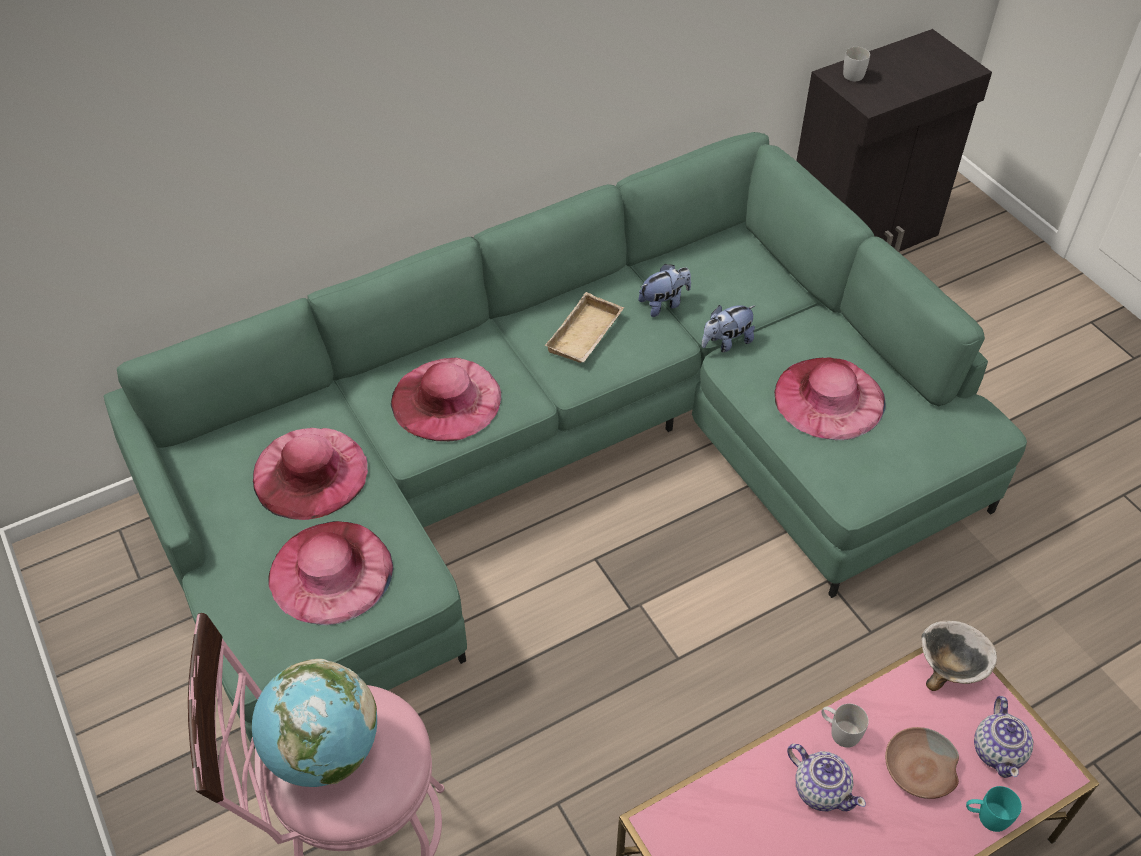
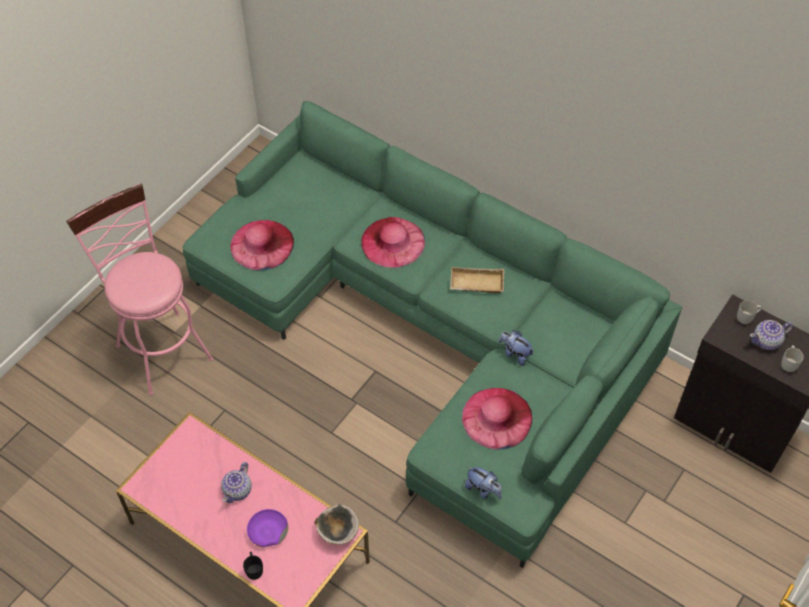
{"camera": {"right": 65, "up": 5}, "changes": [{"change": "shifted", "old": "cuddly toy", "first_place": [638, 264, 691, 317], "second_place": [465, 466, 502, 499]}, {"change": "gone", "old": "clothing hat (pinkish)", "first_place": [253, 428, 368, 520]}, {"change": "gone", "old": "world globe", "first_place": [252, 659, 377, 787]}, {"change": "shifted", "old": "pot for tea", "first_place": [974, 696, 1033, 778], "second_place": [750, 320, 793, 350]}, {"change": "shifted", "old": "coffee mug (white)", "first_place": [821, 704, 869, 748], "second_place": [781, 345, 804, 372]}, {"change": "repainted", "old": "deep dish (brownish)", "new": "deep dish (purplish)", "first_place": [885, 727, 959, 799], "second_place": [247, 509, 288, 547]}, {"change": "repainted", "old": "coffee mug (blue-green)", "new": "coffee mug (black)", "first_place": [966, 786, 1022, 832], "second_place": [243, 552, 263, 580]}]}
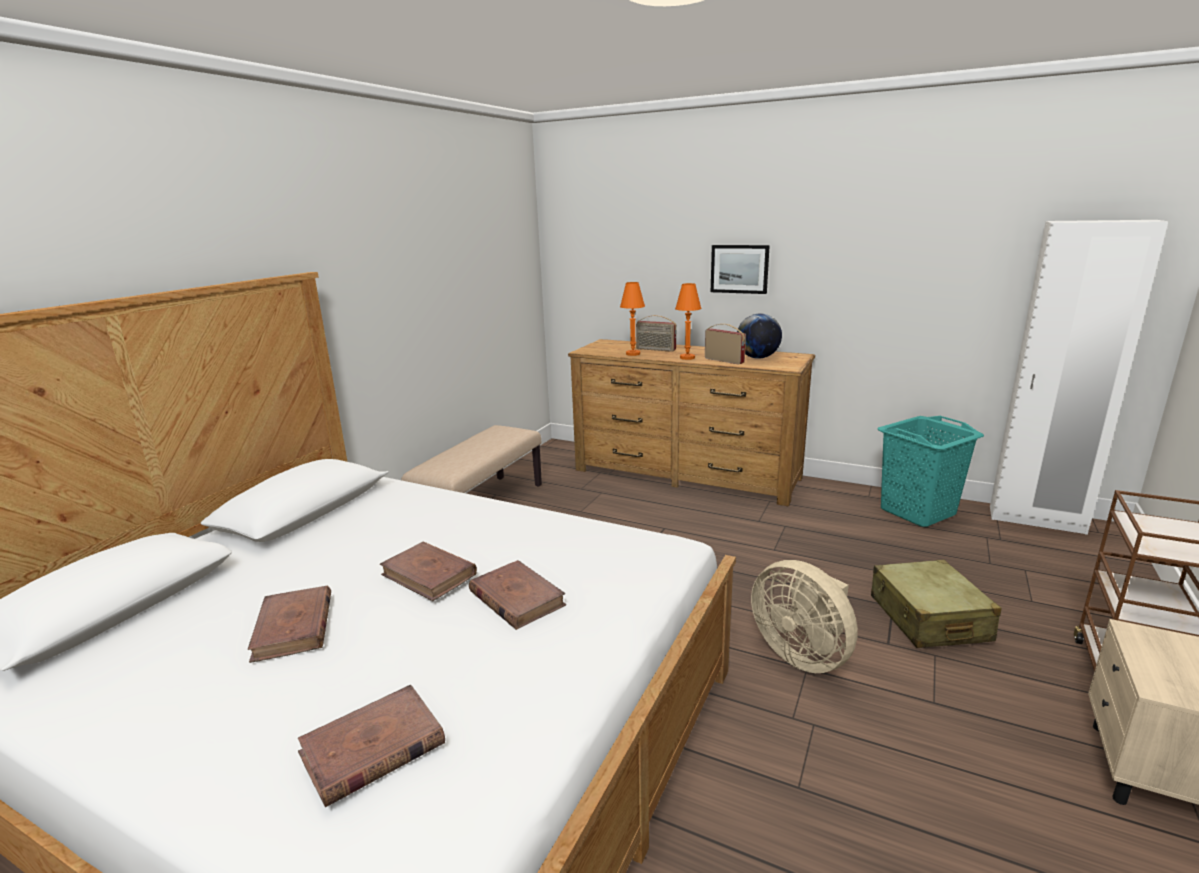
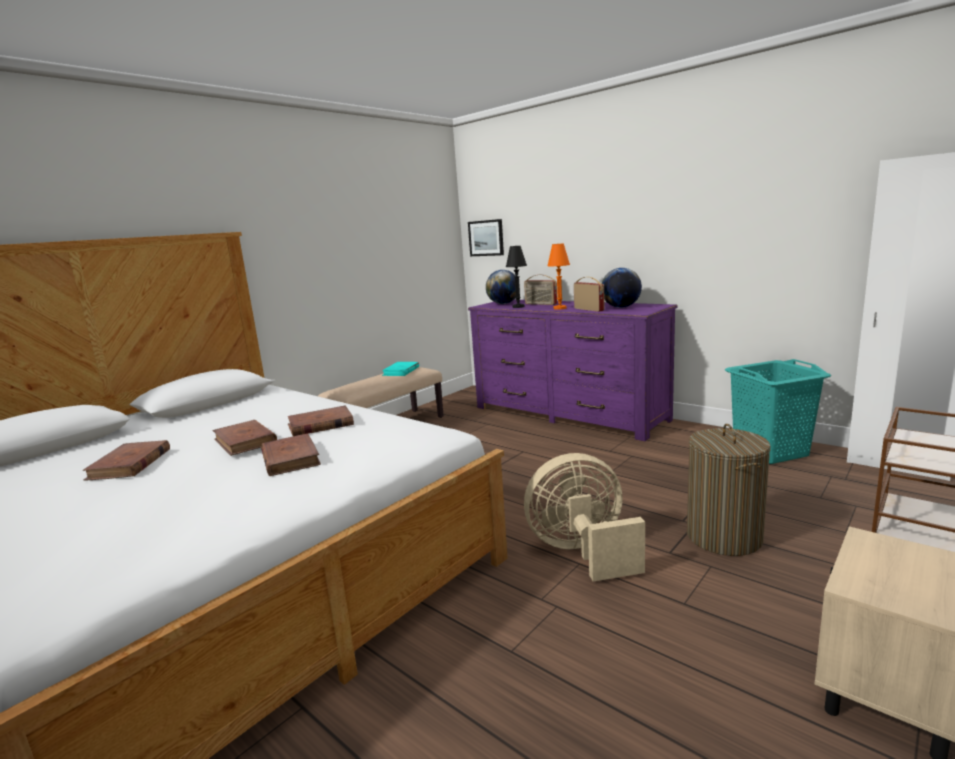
{"camera": {"right": 15, "up": -5}, "changes": [{"change": "shifted", "old": "picture", "first_place": [711, 245, 770, 294], "second_place": [468, 219, 504, 256]}, {"change": "repainted", "old": "tabletop lamp (orange)", "new": "tabletop lamp (black)", "first_place": [620, 282, 645, 356], "second_place": [506, 246, 527, 308]}, {"change": "repainted", "old": "drawer chest (brownish)", "new": "drawer chest (purplish)", "first_place": [568, 339, 815, 507], "second_place": [468, 300, 678, 441]}, {"change": "swapped", "old": "travel case (sand-coloured)", "new": "washing basket", "first_place": [871, 559, 1001, 648], "second_place": [687, 424, 771, 556]}, {"change": "rotated", "old": "fan (sand-coloured)", "first_place": [751, 560, 858, 673], "second_place": [524, 453, 645, 582], "degrees": 105}, {"change": "shifted", "old": "bound book (brownish)", "first_place": [298, 685, 445, 807], "second_place": [288, 406, 354, 436]}, {"change": "new", "new": "world globe", "second_place": [486, 270, 516, 304]}, {"change": "new", "new": "bound book (blue-green)", "second_place": [382, 362, 419, 376]}]}
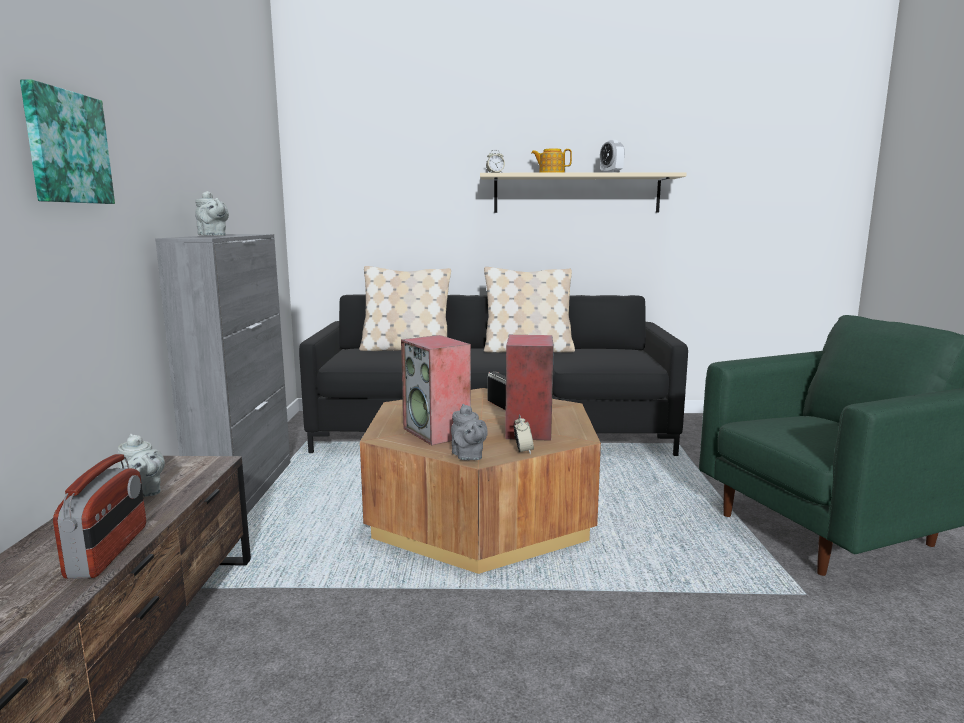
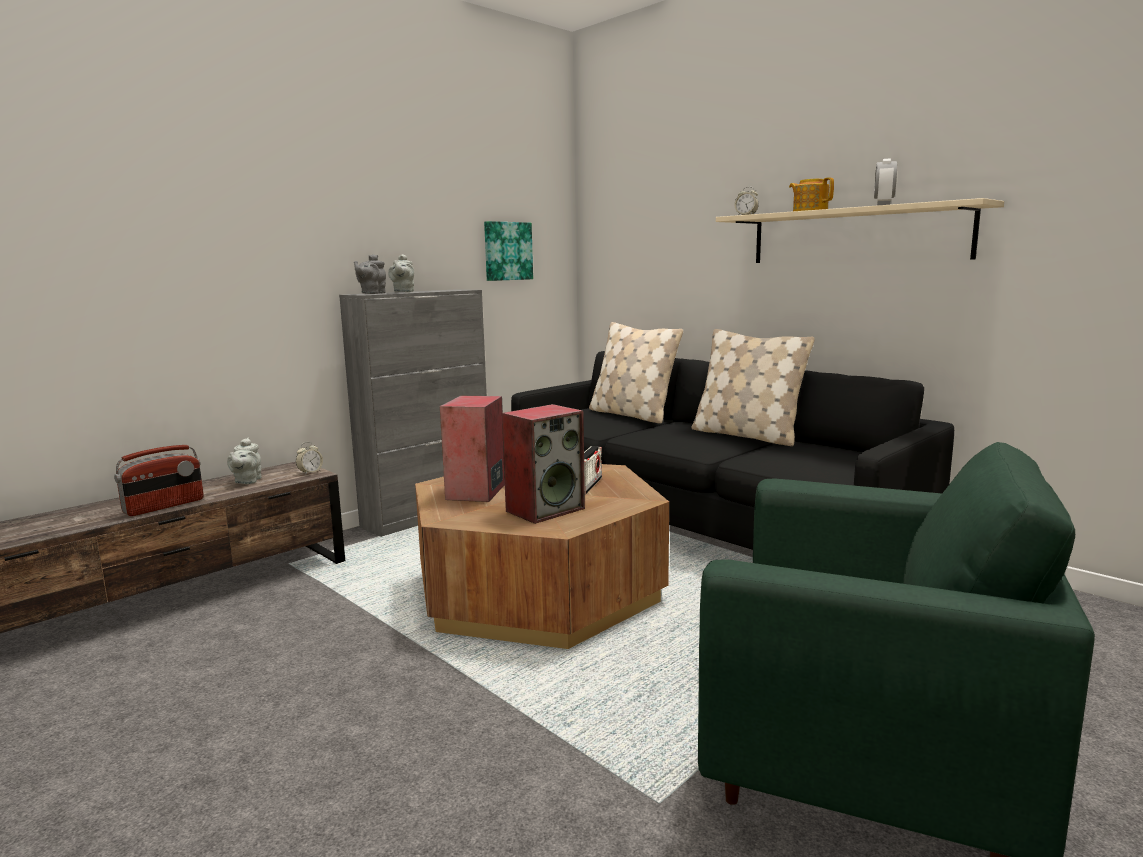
{"camera": {"right": 45, "up": 0}, "changes": [{"change": "shifted", "old": "picture", "first_place": [20, 79, 115, 204], "second_place": [484, 221, 533, 281]}, {"change": "shifted", "old": "pot for tea (greyish)", "first_place": [451, 404, 488, 460], "second_place": [354, 254, 386, 294]}, {"change": "shifted", "old": "table clock", "first_place": [514, 415, 534, 454], "second_place": [296, 442, 323, 475]}]}
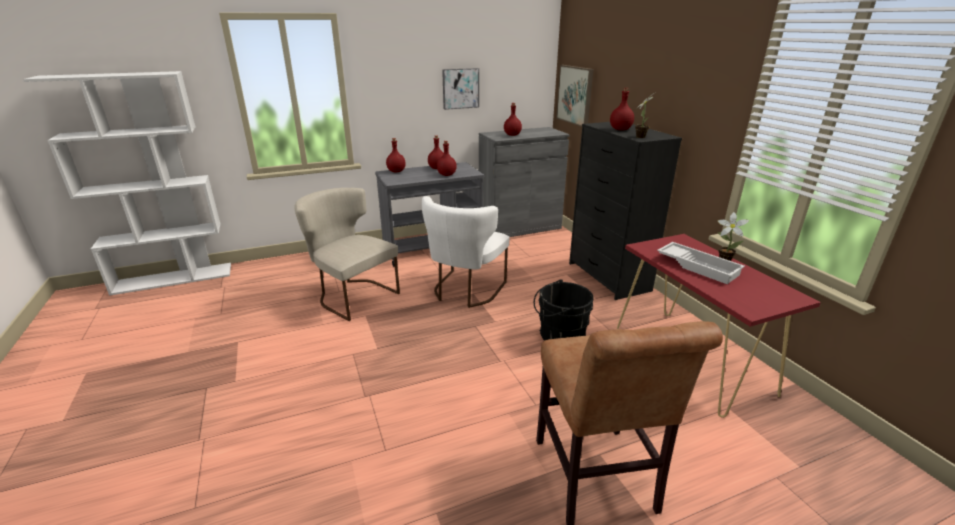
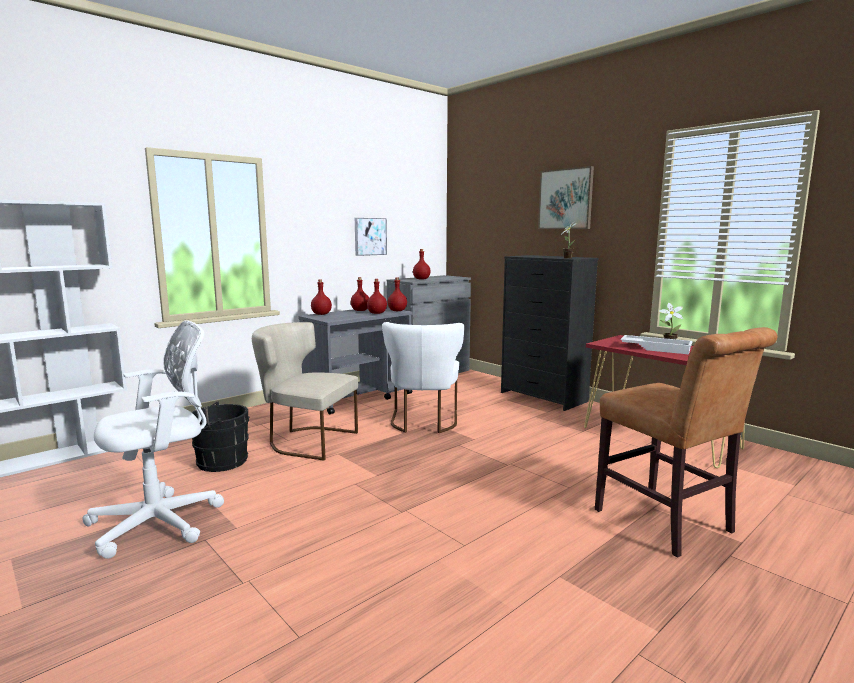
{"camera": {"right": -20, "up": -15}, "changes": [{"change": "shifted", "old": "picture", "first_place": [556, 65, 593, 127], "second_place": [538, 166, 594, 229]}, {"change": "shifted", "old": "drink bottle (red)", "first_place": [610, 88, 634, 130], "second_place": [388, 277, 407, 311]}, {"change": "shifted", "old": "water bucket (black)", "first_place": [534, 279, 594, 341], "second_place": [191, 402, 249, 472]}, {"change": "new", "new": "desk chair (white)", "second_place": [83, 320, 224, 559]}]}
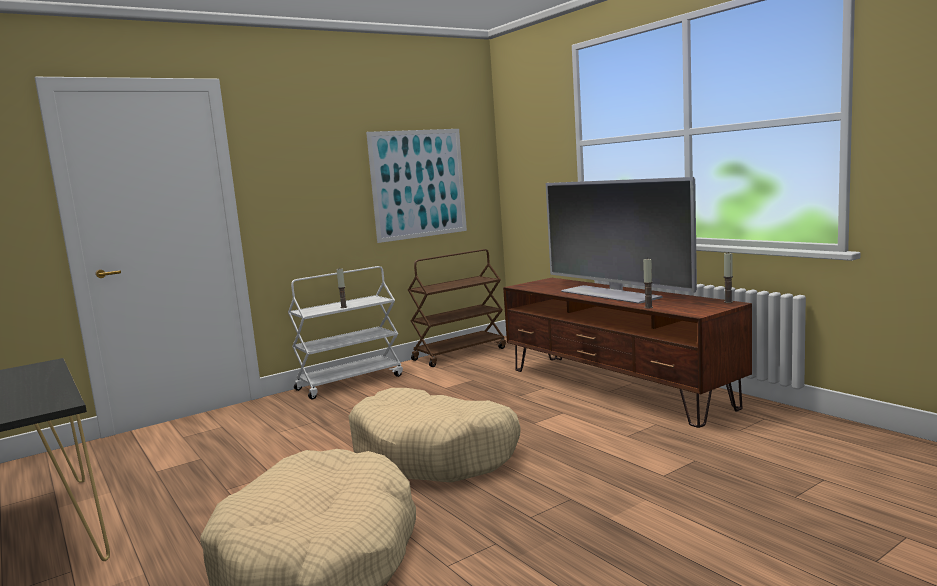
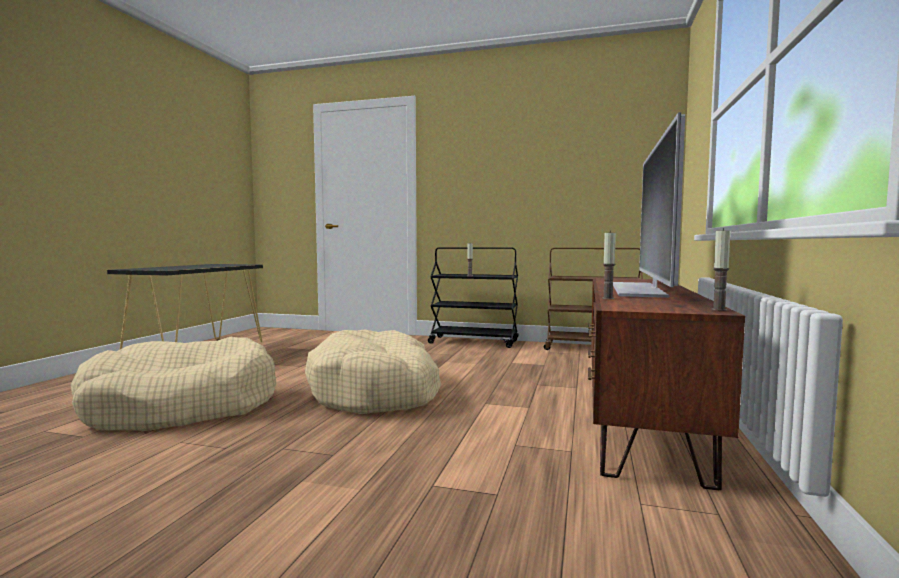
{"camera": {"right": 50, "up": -5}, "changes": [{"change": "gone", "old": "picture", "first_place": [366, 129, 467, 243]}, {"change": "repainted", "old": "cart (white)", "new": "cart (black)", "first_place": [288, 266, 403, 399], "second_place": [428, 247, 518, 348]}]}
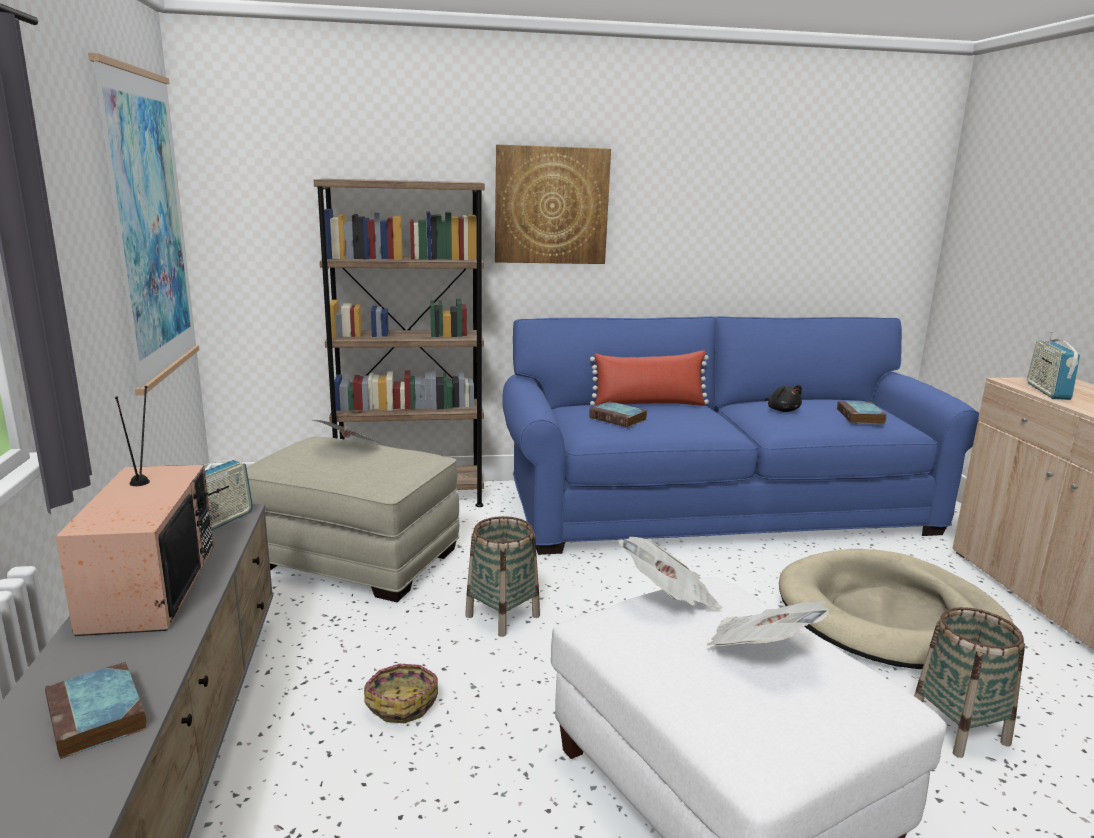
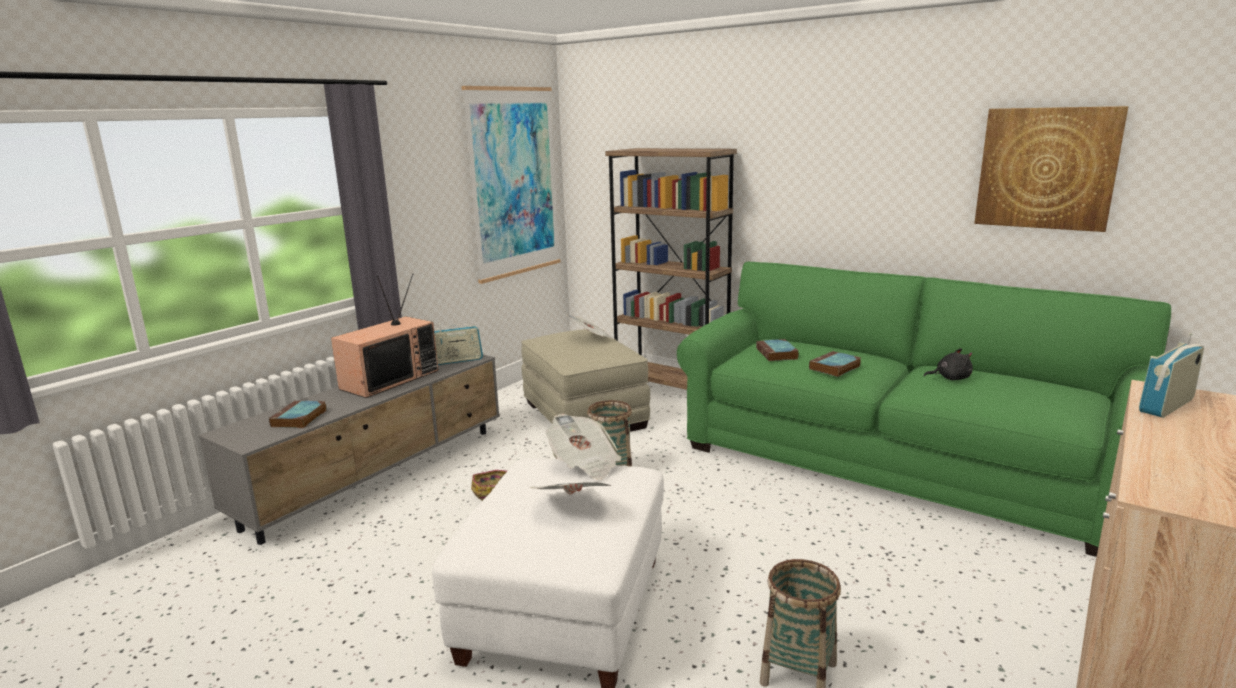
{"camera": {"right": 45, "up": 0}, "changes": [{"change": "shifted", "old": "picture", "first_place": [495, 144, 611, 264], "second_place": [974, 106, 1129, 232]}, {"change": "repainted", "old": "settee (bluish)", "new": "settee (green)", "first_place": [502, 316, 979, 555], "second_place": [677, 262, 1171, 557]}, {"change": "gone", "old": "cushion (red)", "first_place": [590, 350, 709, 406]}, {"change": "rotated", "old": "cuddly toy (black)", "first_place": [765, 385, 802, 412], "second_place": [924, 348, 973, 380], "degrees": -105}, {"change": "shifted", "old": "bound book", "first_place": [837, 401, 887, 424], "second_place": [809, 351, 861, 377]}, {"change": "gone", "old": "dog cushion (sand-coloured)", "first_place": [779, 549, 1014, 669]}]}
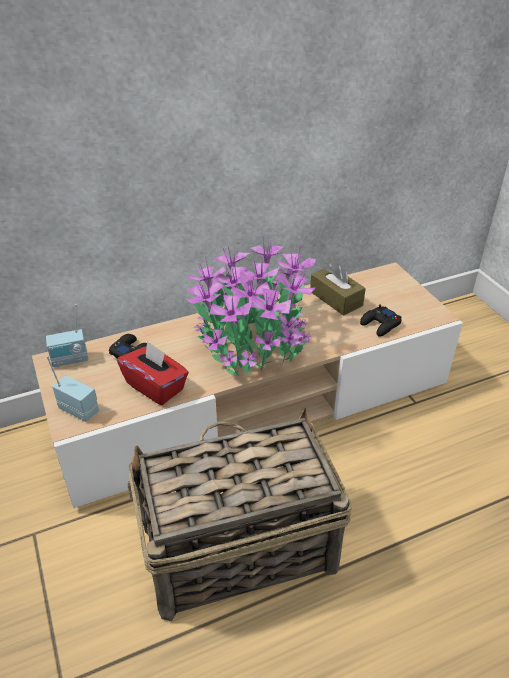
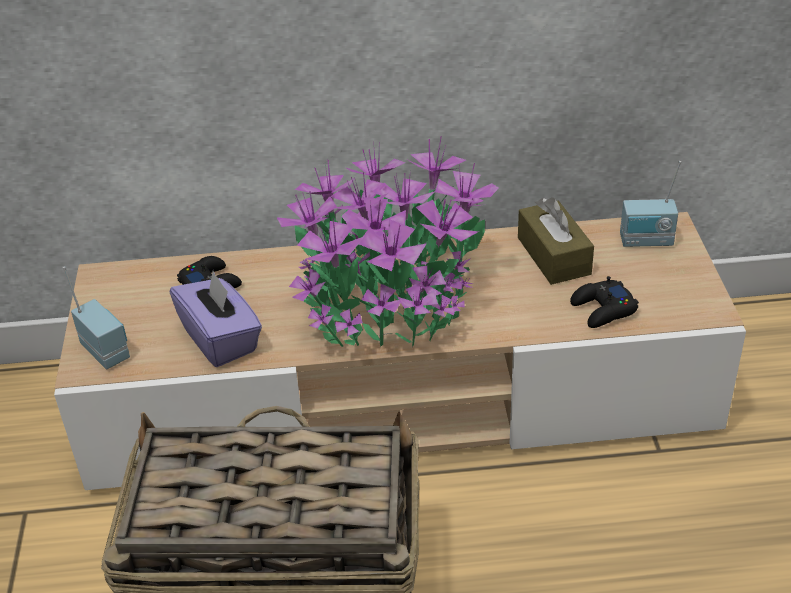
{"camera": {"right": 20, "up": 0}, "changes": [{"change": "shifted", "old": "radio", "first_place": [46, 304, 88, 367], "second_place": [620, 161, 681, 247]}, {"change": "repainted", "old": "tissue holder (red)", "new": "tissue holder (purplish)", "first_place": [117, 341, 189, 405], "second_place": [170, 271, 262, 367]}]}
